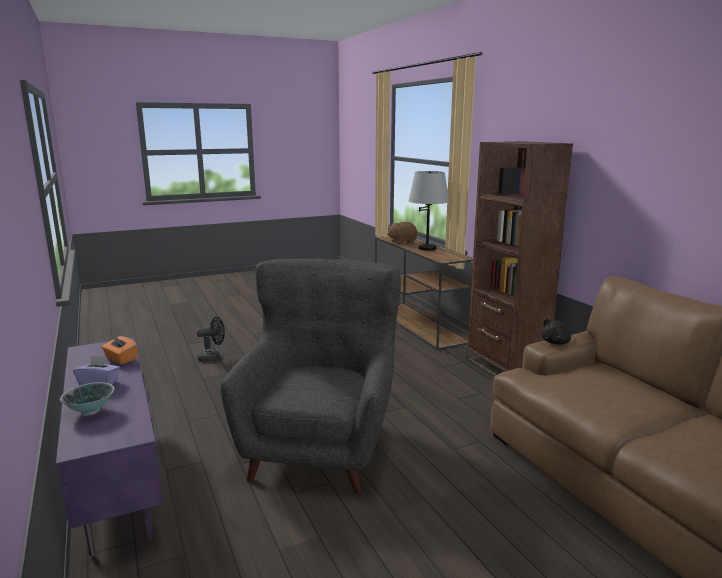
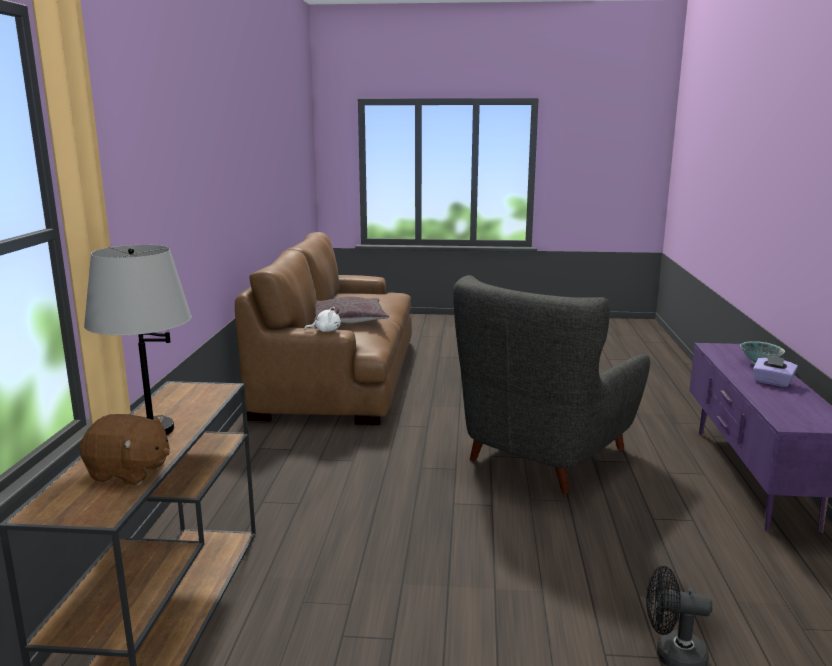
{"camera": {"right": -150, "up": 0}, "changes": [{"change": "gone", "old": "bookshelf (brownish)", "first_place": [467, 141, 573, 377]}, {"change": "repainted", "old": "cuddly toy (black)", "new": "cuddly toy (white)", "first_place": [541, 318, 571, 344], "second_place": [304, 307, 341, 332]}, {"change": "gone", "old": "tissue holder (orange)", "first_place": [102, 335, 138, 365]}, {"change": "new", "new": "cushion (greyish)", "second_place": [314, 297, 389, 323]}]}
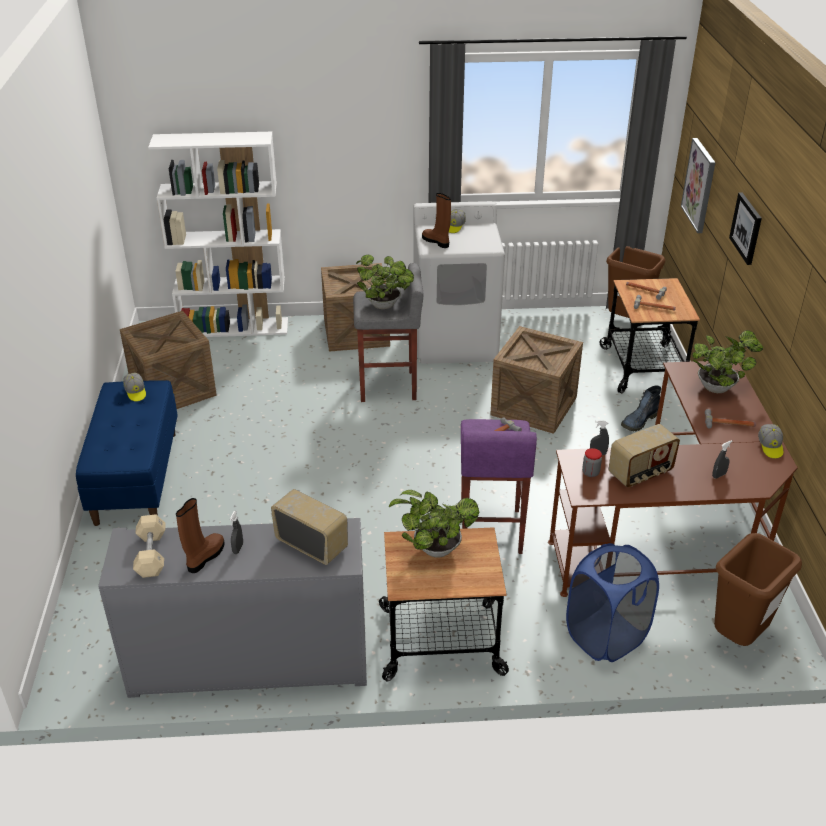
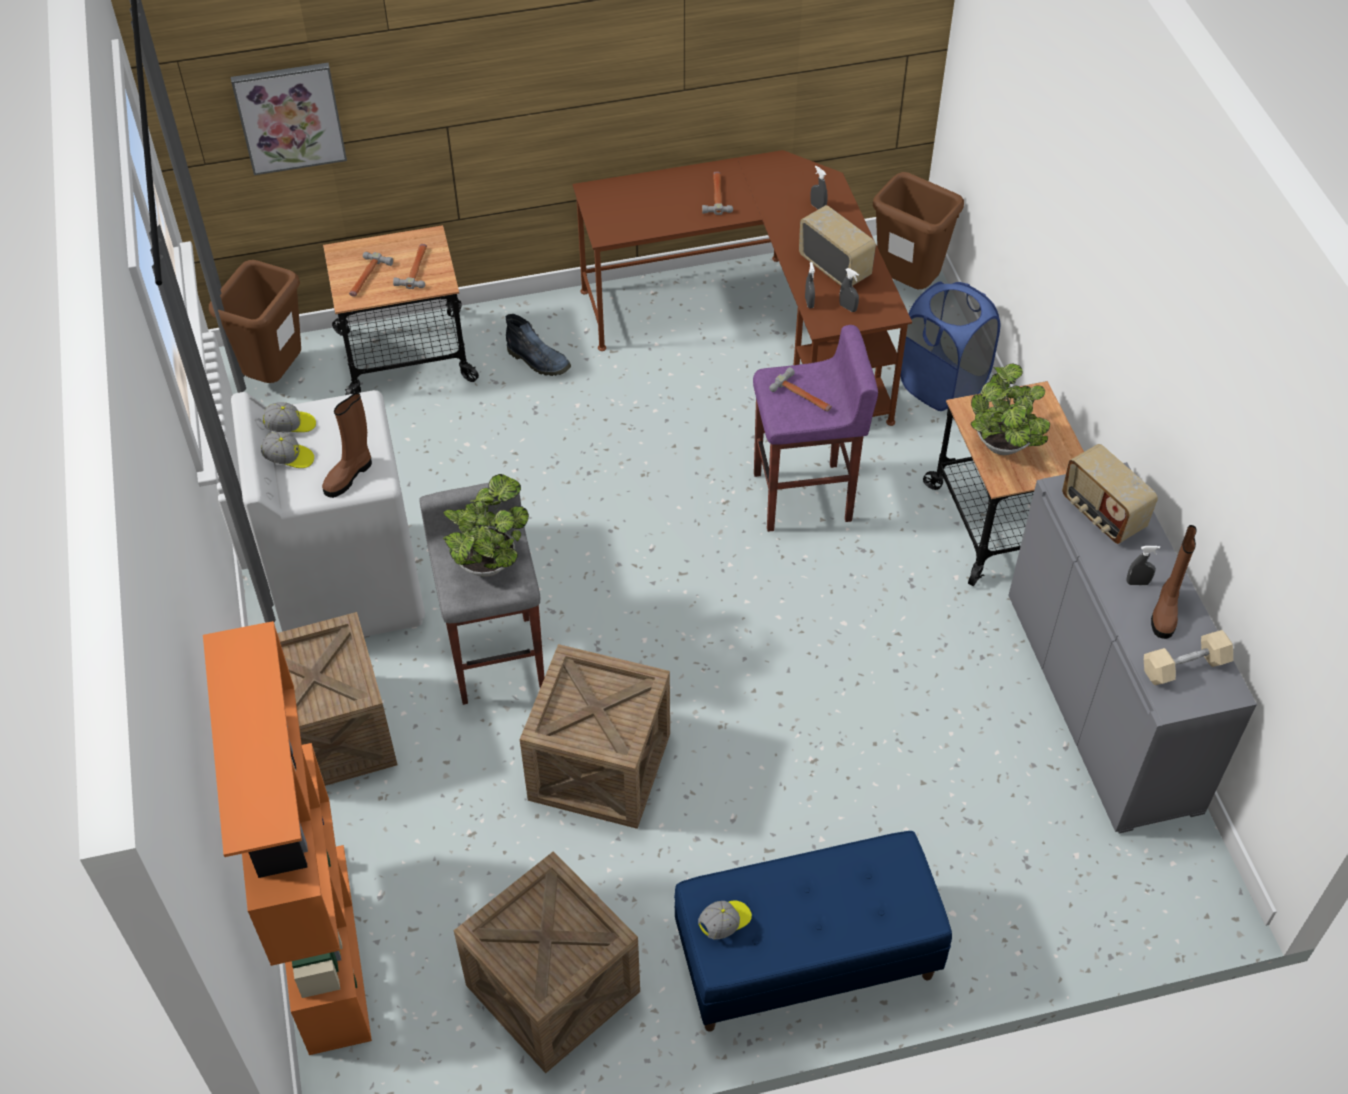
{"camera": {"right": -100, "up": 15}, "changes": [{"change": "repainted", "old": "bookshelf (white)", "new": "bookshelf (orange)", "first_place": [148, 132, 288, 337], "second_place": [203, 621, 372, 1055]}, {"change": "gone", "old": "picture", "first_place": [729, 193, 762, 265]}, {"change": "shifted", "old": "shipping crate", "first_place": [490, 326, 583, 434], "second_place": [520, 644, 670, 829]}, {"change": "gone", "old": "potted plant", "first_place": [692, 330, 763, 393]}, {"change": "shifted", "old": "peaked cap", "first_place": [758, 424, 783, 459], "second_place": [263, 402, 316, 433]}, {"change": "swapped", "old": "preserve jar", "new": "spray bottle (greyish)", "first_place": [582, 448, 602, 477], "second_place": [839, 268, 859, 312]}, {"change": "rotated", "old": "radio", "first_place": [271, 489, 348, 565], "second_place": [1062, 444, 1158, 544], "degrees": -60}, {"change": "rotated", "old": "tall boot (brownish)", "first_place": [176, 498, 225, 573], "second_place": [1151, 525, 1197, 639], "degrees": -90}]}
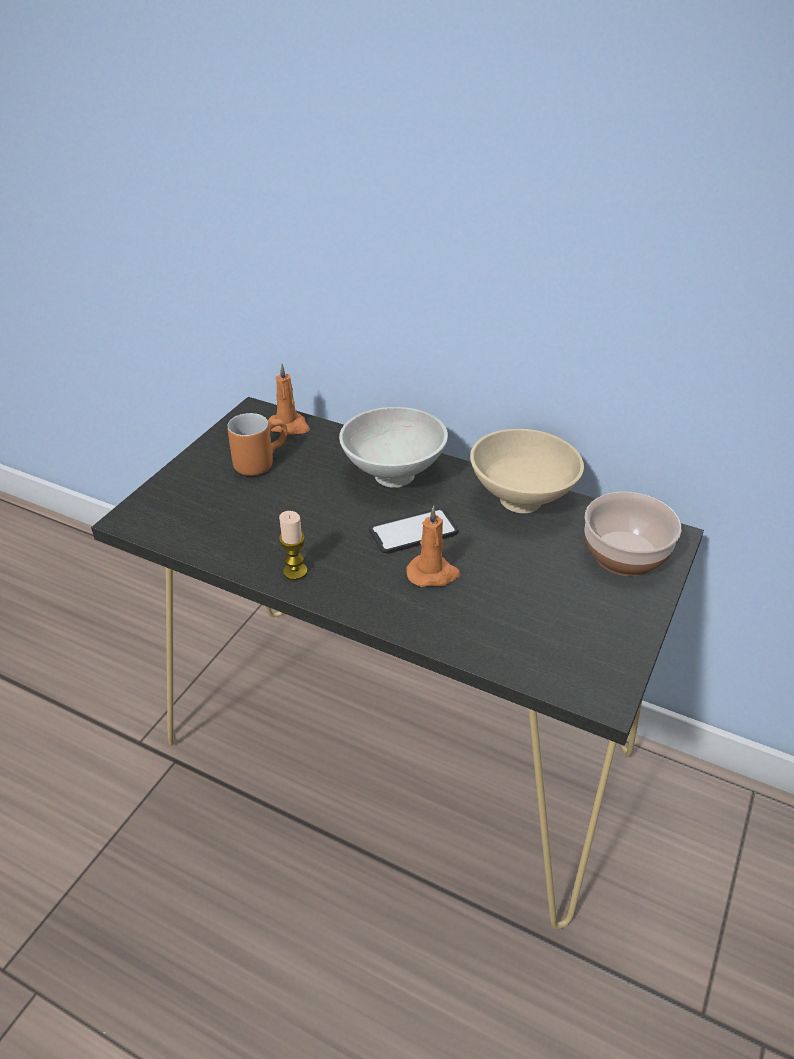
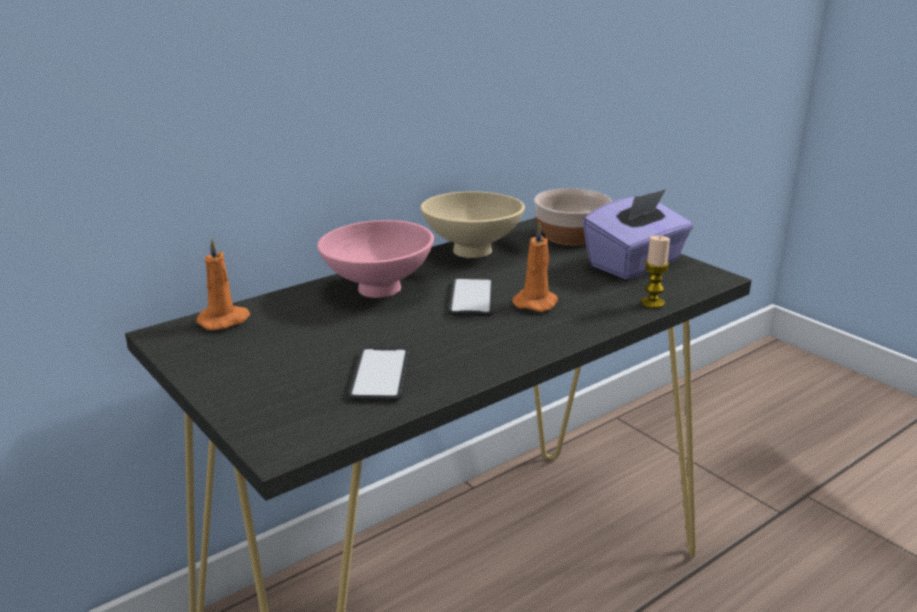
{"camera": {"right": -65, "up": -15}, "changes": [{"change": "repainted", "old": "deep dish (white)", "new": "deep dish (pinkish)", "first_place": [339, 407, 448, 487], "second_place": [317, 220, 434, 298]}, {"change": "gone", "old": "coffee mug (orange)", "first_place": [227, 413, 287, 476]}, {"change": "shifted", "old": "wax candle", "first_place": [279, 511, 308, 580], "second_place": [641, 236, 670, 308]}, {"change": "new", "new": "tissue holder (purplish)", "second_place": [583, 189, 693, 279]}, {"change": "new", "new": "telephone", "second_place": [348, 347, 409, 401]}]}
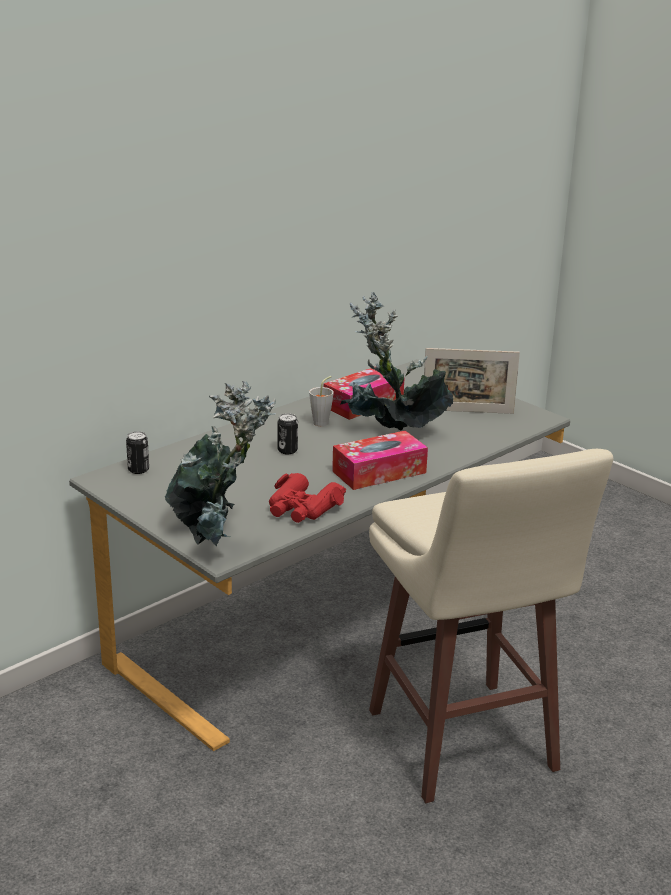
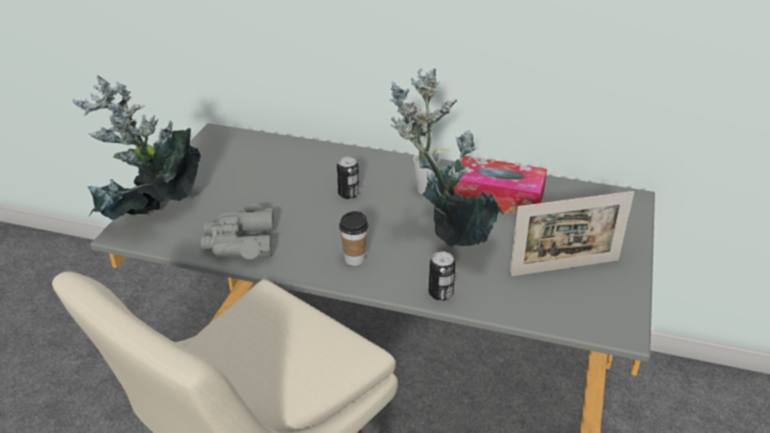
{"camera": {"right": 60, "up": 10}, "changes": [{"change": "rotated", "old": "standing frame", "first_place": [424, 348, 520, 414], "second_place": [509, 191, 634, 277], "degrees": -75}, {"change": "shifted", "old": "metal can", "first_place": [126, 431, 149, 474], "second_place": [429, 251, 456, 301]}, {"change": "swapped", "old": "tissue holder", "new": "cup", "first_place": [332, 431, 428, 490], "second_place": [339, 211, 368, 266]}, {"change": "repainted", "old": "binoculars (red)", "new": "binoculars (greyish)", "first_place": [269, 473, 346, 523], "second_place": [201, 204, 274, 259]}]}
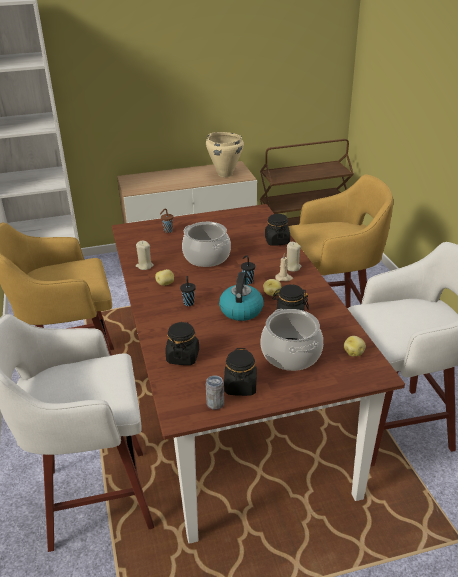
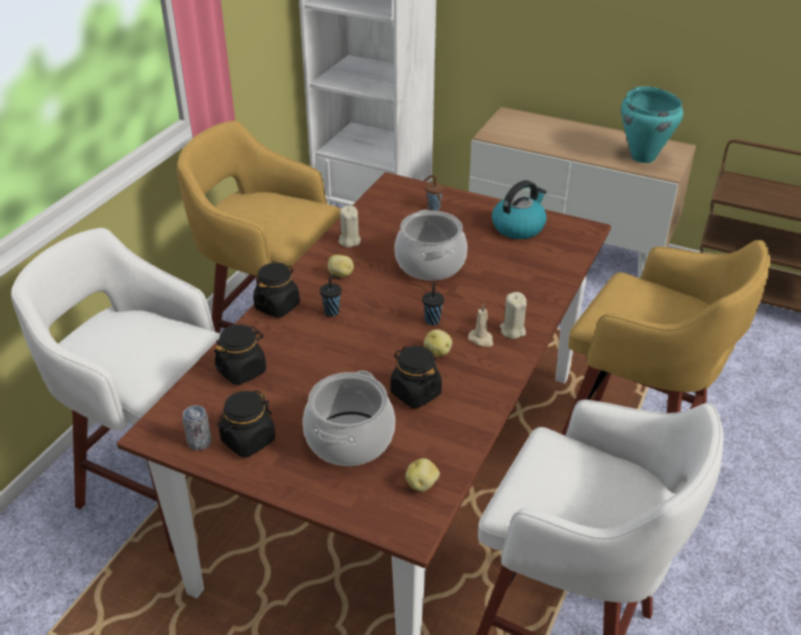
{"camera": {"right": 40, "up": 5}, "changes": [{"change": "repainted", "old": "saucepot (sand-coloured)", "new": "saucepot (blue-green)", "first_place": [206, 132, 244, 177], "second_place": [621, 86, 683, 163]}, {"change": "shifted", "old": "preserve jar (black)", "first_place": [265, 214, 290, 246], "second_place": [253, 263, 300, 318]}, {"change": "shifted", "old": "water kettle", "first_place": [219, 272, 264, 321], "second_place": [492, 180, 547, 239]}]}
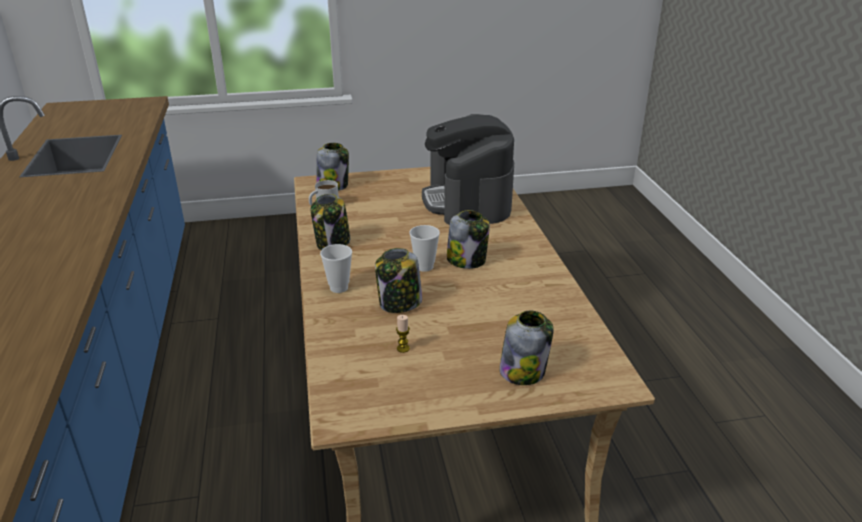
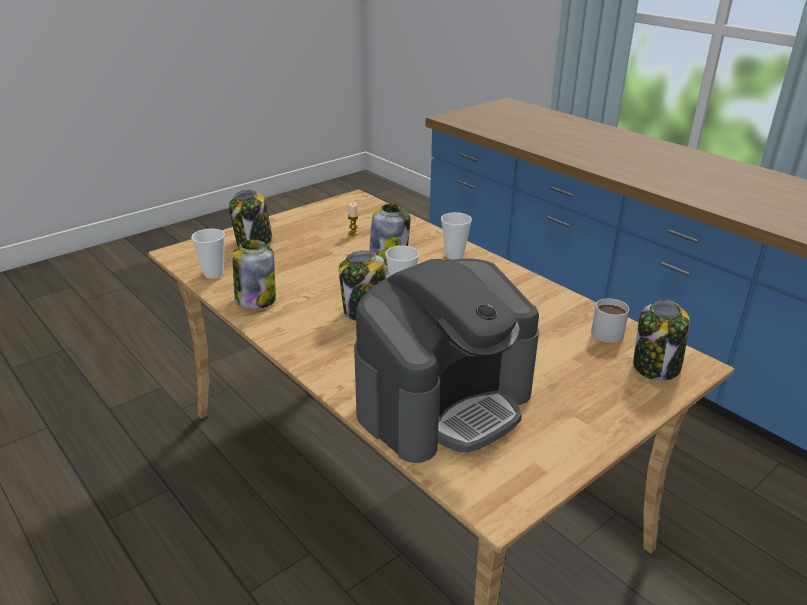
{"camera": {"right": 150, "up": 0}, "changes": [{"change": "rotated", "old": "coffee machine", "first_place": [422, 114, 514, 225], "second_place": [354, 259, 539, 463], "degrees": 90}, {"change": "shifted", "old": "preserve jar", "first_place": [311, 194, 350, 250], "second_place": [232, 240, 276, 309]}, {"change": "new", "new": "cup", "second_place": [191, 229, 225, 278]}]}
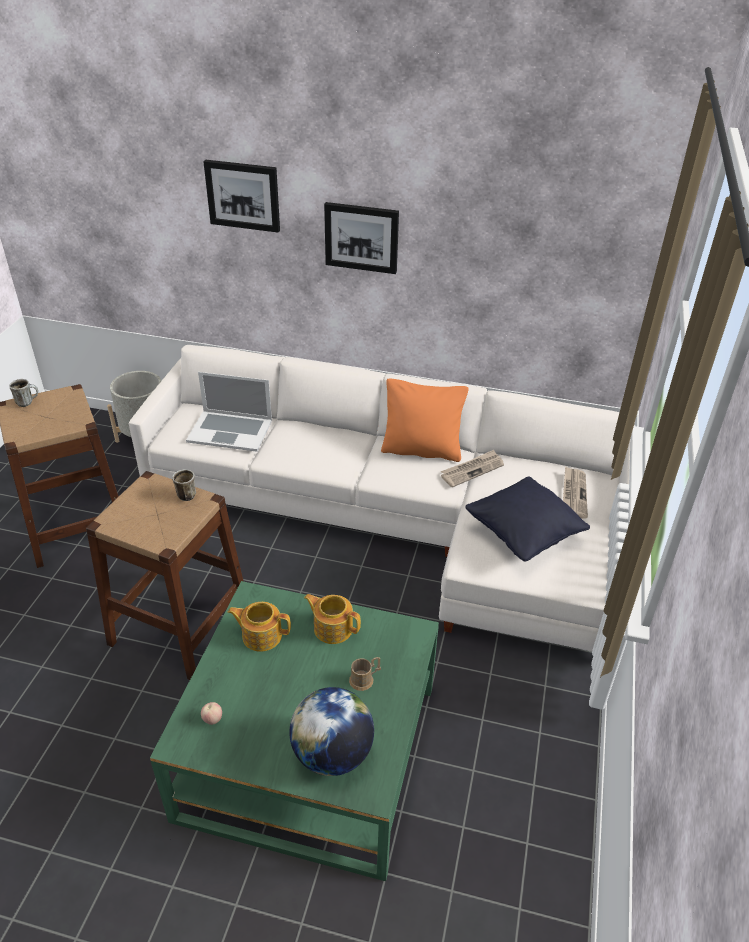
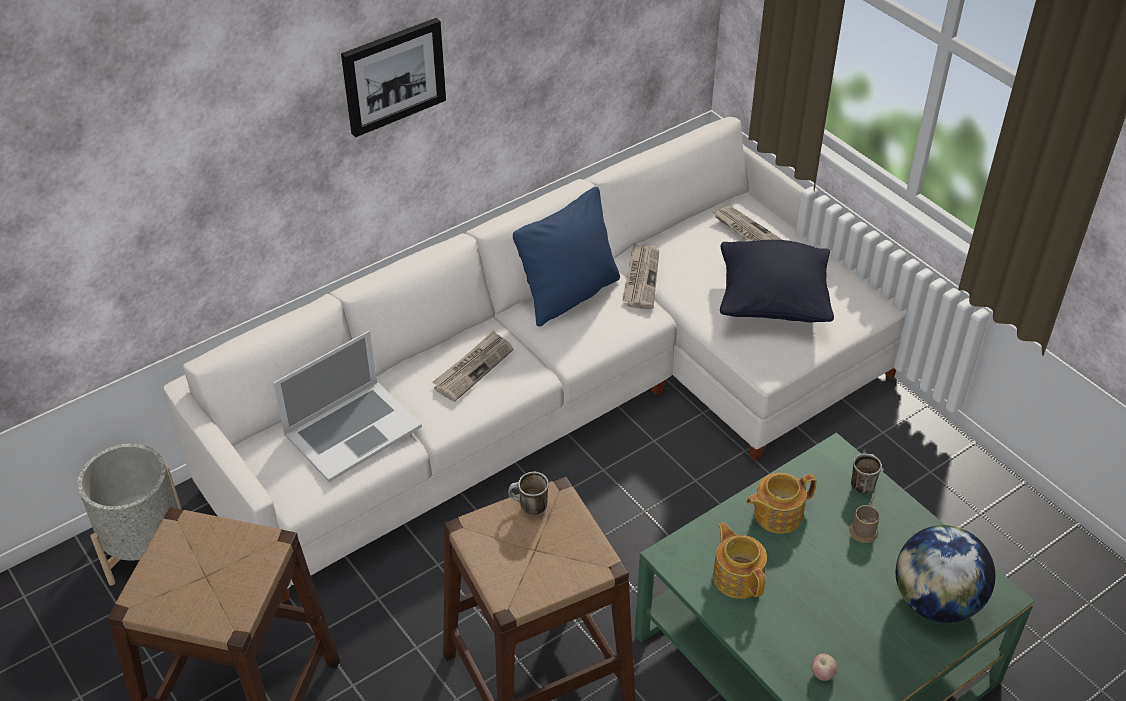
{"camera": {"right": -50, "up": 5}, "changes": [{"change": "gone", "old": "picture", "first_place": [203, 160, 280, 233]}, {"change": "repainted", "old": "cushion (orange)", "new": "cushion (bluish)", "first_place": [381, 378, 468, 462], "second_place": [513, 187, 620, 327]}, {"change": "shifted", "old": "coffee mug", "first_place": [9, 379, 38, 407], "second_place": [851, 454, 882, 494]}, {"change": "rotated", "old": "pot for tea", "first_place": [228, 602, 291, 652], "second_place": [713, 522, 767, 599], "degrees": 105}, {"change": "new", "new": "daily paper", "second_place": [432, 331, 514, 402]}]}
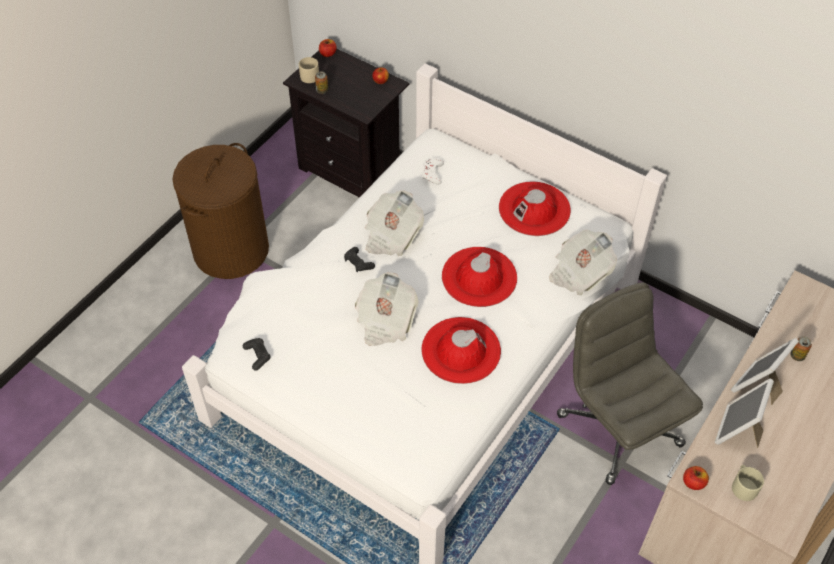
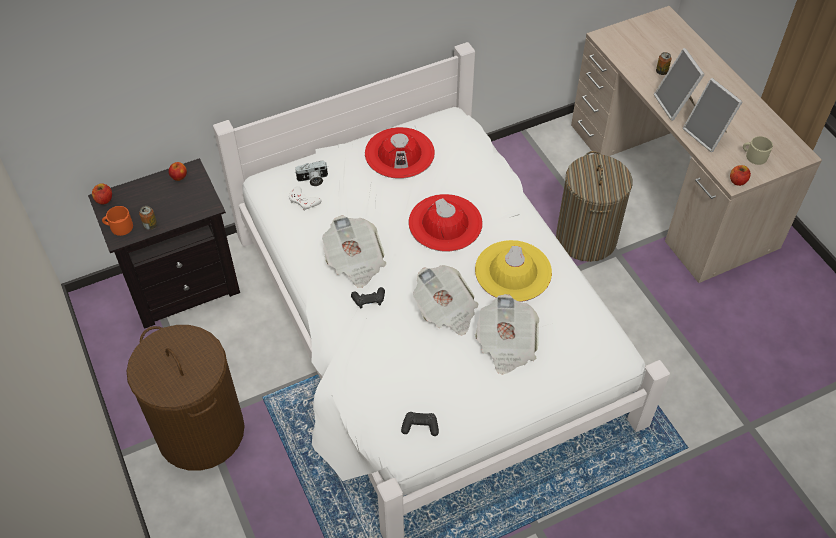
{"camera": {"right": -60, "up": 0}, "changes": [{"change": "repainted", "old": "coffee mug (sand-coloured)", "new": "coffee mug (orange)", "first_place": [299, 57, 319, 83], "second_place": [102, 206, 133, 236]}, {"change": "shifted", "old": "daily paper", "first_place": [549, 229, 617, 296], "second_place": [475, 294, 539, 375]}, {"change": "swapped", "old": "desk chair (greyish)", "new": "washing basket", "first_place": [557, 283, 703, 485], "second_place": [556, 151, 632, 262]}, {"change": "repainted", "old": "clothing hat (red)", "new": "clothing hat (yellow-coloured)", "first_place": [421, 317, 501, 384], "second_place": [475, 240, 552, 302]}, {"change": "new", "new": "still camera", "second_place": [295, 161, 328, 186]}]}
